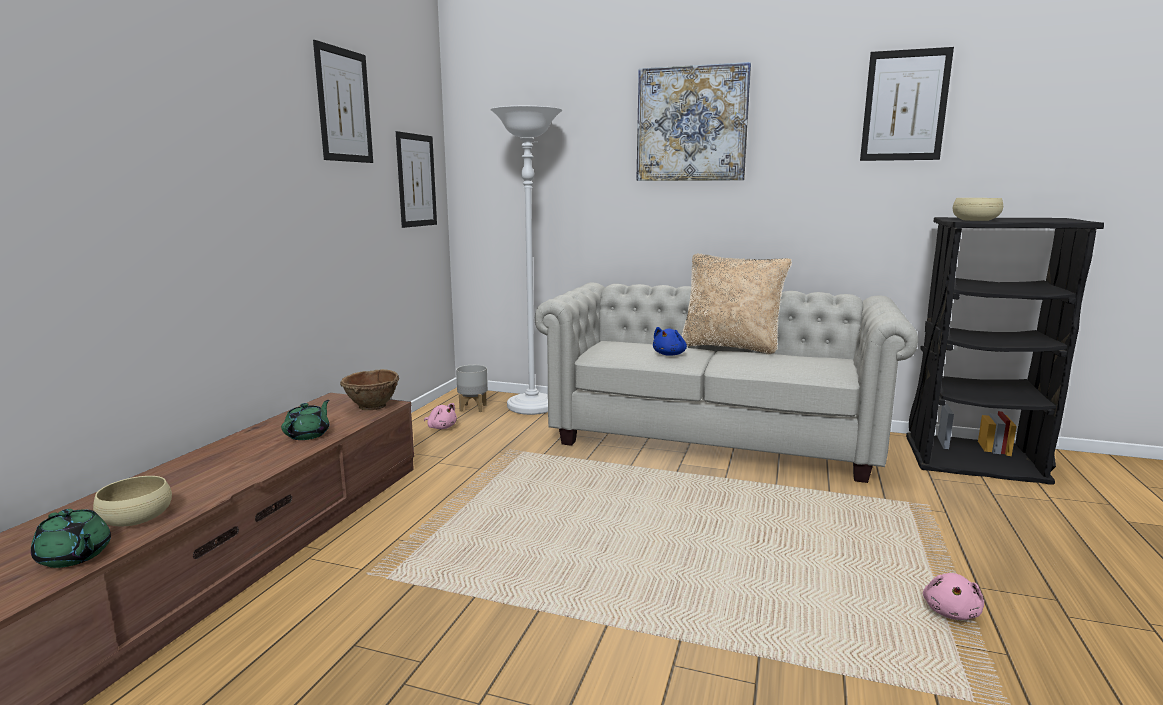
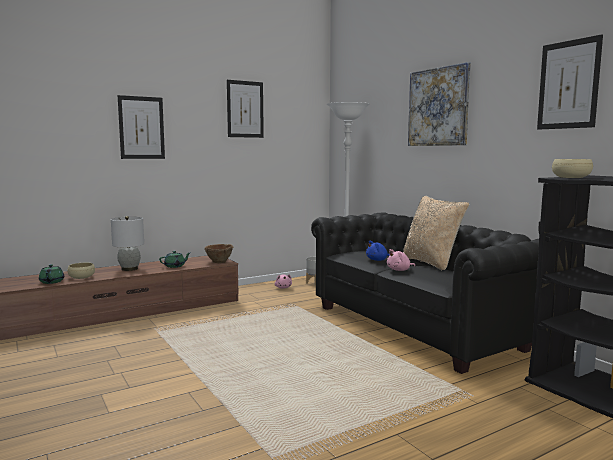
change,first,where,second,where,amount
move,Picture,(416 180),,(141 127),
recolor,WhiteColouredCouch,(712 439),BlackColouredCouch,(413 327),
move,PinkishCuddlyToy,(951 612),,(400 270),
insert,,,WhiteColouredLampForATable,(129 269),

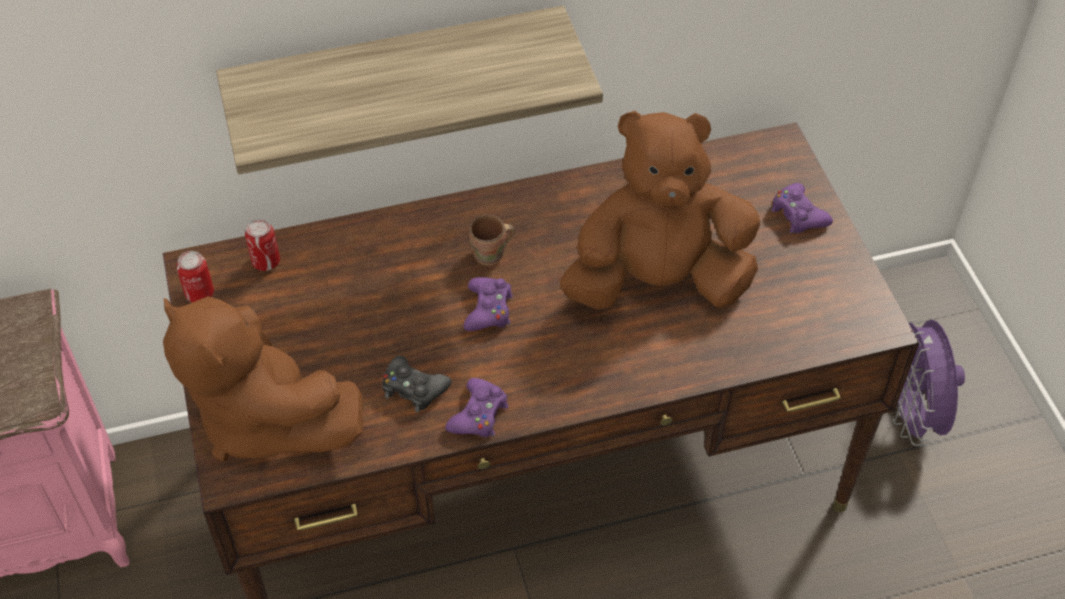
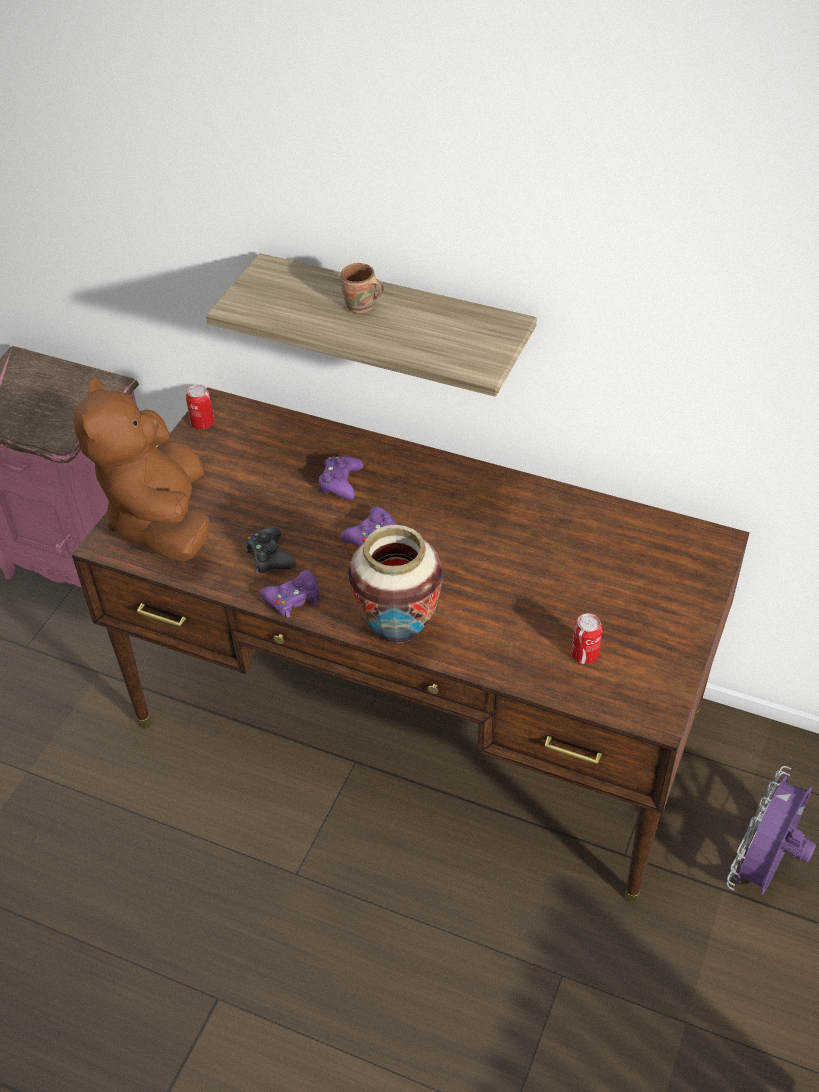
change,first,where,second,where,amount
move,MetalCan,(266 262),,(584 655),
move,BrownishCoffeeMug,(491 256),,(361 307),
delete,BrownishCuddlyToy,(658 281),,,
move,PurplishGameController,(798 215),,(340 482),
insert,,,Vase,(397 632),

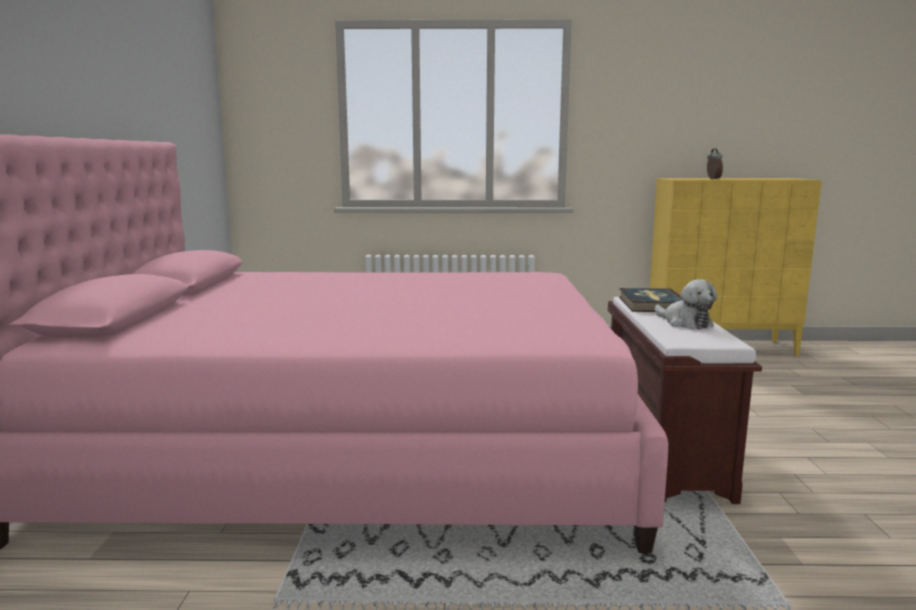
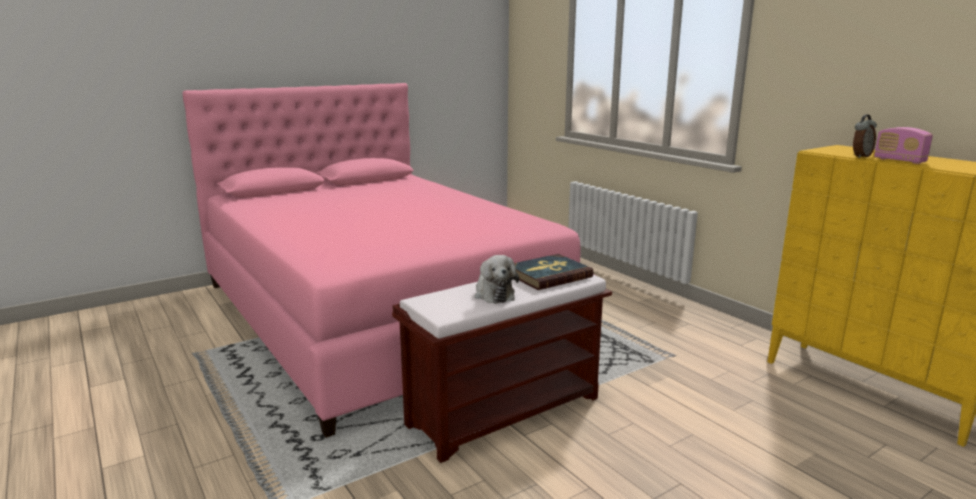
change,first,where,second,where,amount
rotate,CuddlyToy,(684 323),,(493 294),45 degrees counterclockwise
insert,,,RadioSet,(899 161),

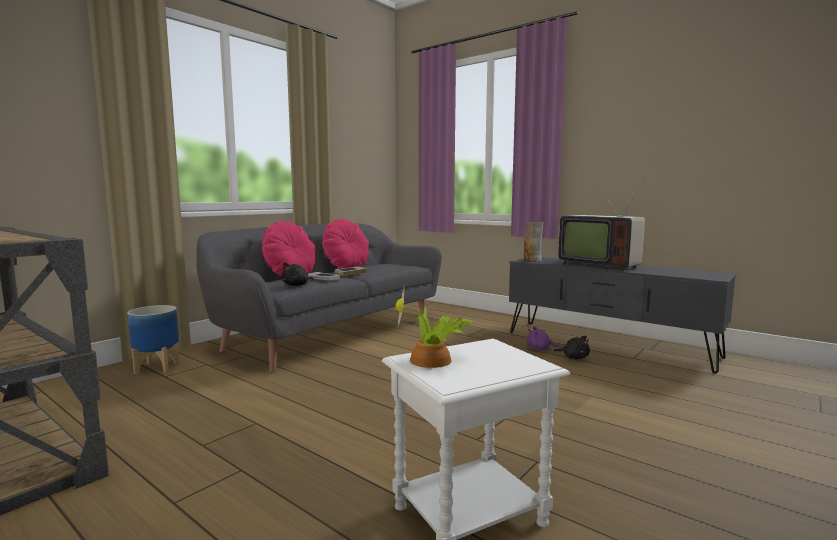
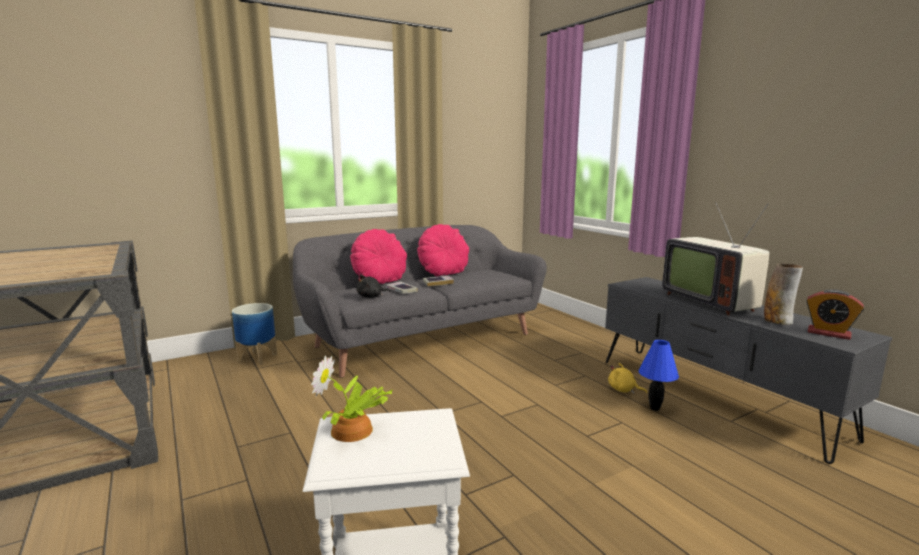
change,first,where,second,where,amount
move,Vase,(532 261),,(778 321),
recolor,PurplishCuddlyToy,(540 349),YellowColouredCuddlyToy,(623 390),
replace,BlackColouredCuddlyToy,(574 357),BlueLampForATable,(654 408),
insert,,,TableClock,(828 333),

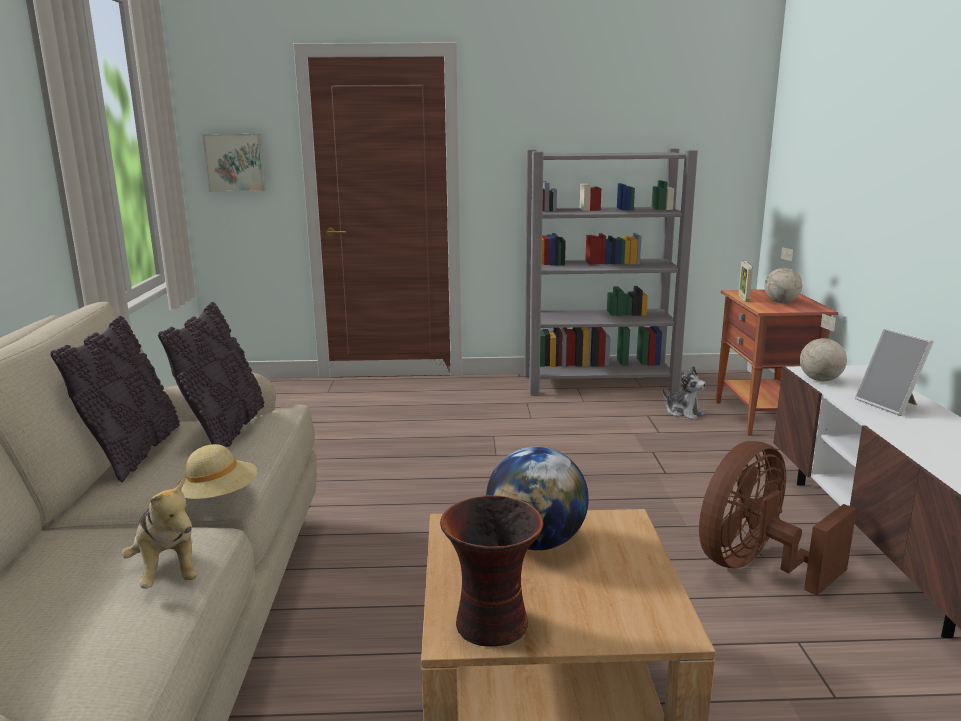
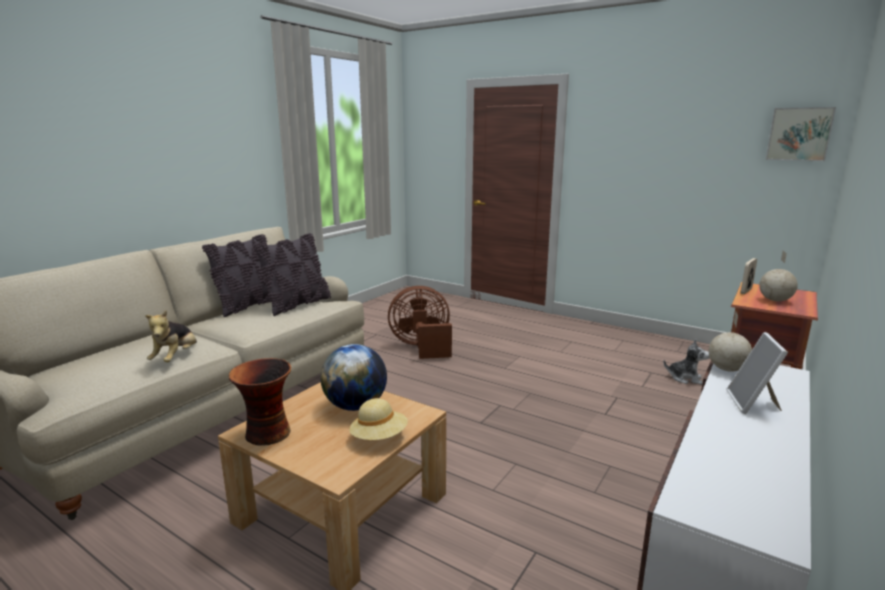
change,first,where,second,where,amount
move,BeigeColouredHat,(219 497),,(379 437),
move,Picture,(235 162),,(799 134),
delete,GreyishBookshelf,(599 383),,,
rotate,CuddlyToy,(683 412),,(685 378),60 degrees counterclockwise
move,BrownishElectricFan,(756 566),,(422 347),

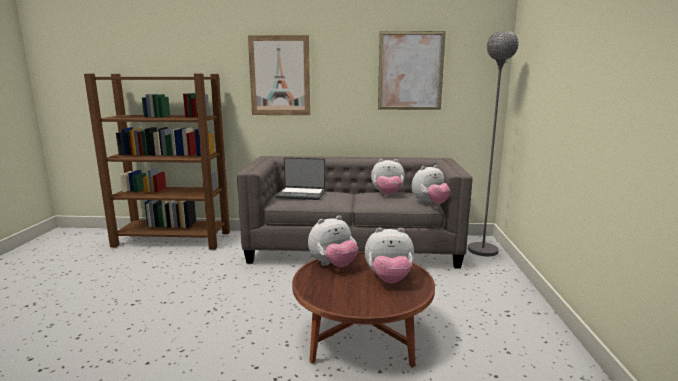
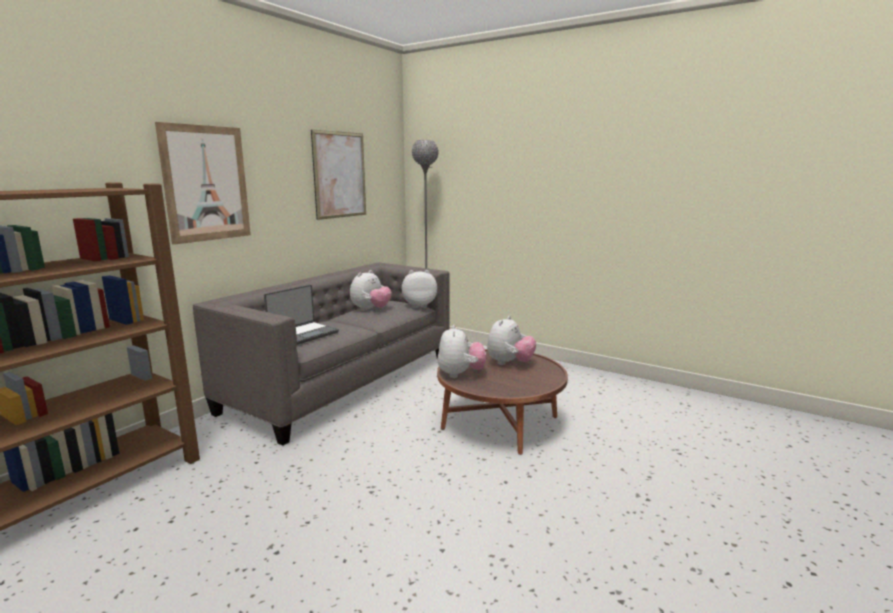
change,first,where,second,where,amount
rotate,CuddlyToy,(430 204),,(419 305),105 degrees counterclockwise

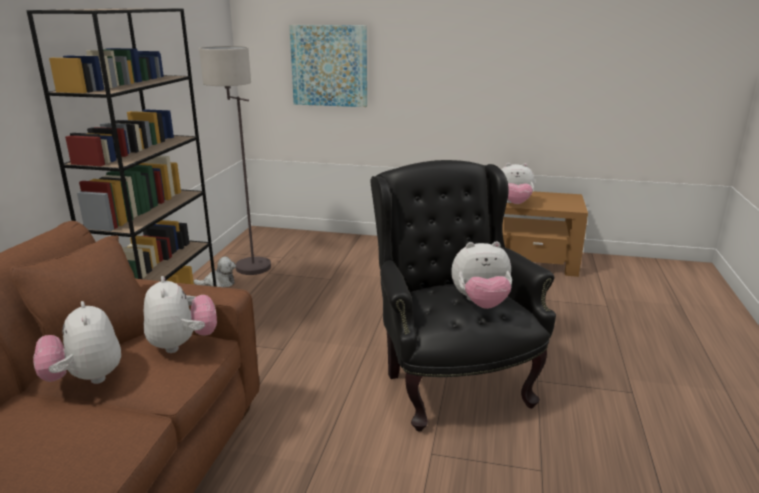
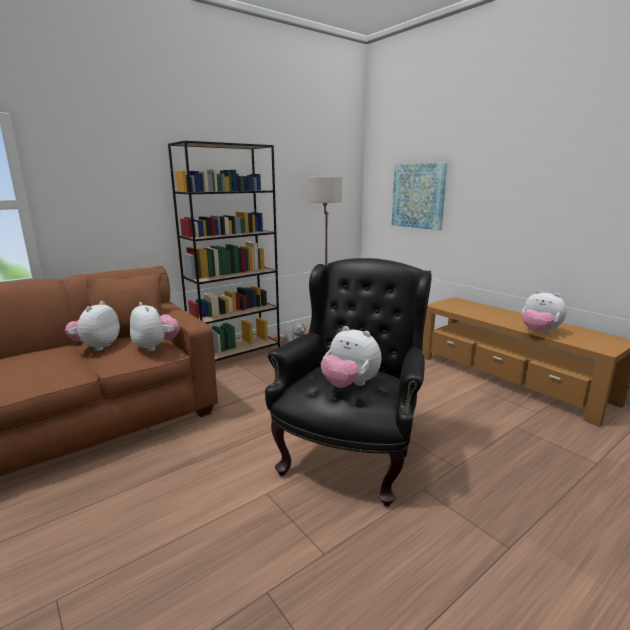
change,first,where,second,where,amount
rotate,CuddlyToy,(182 344),,(155 347),60 degrees counterclockwise

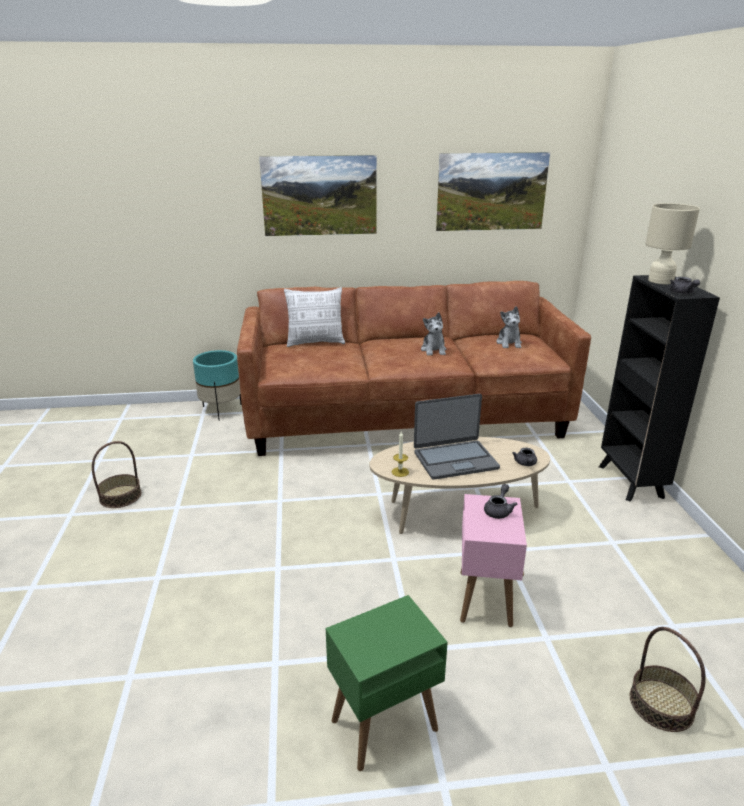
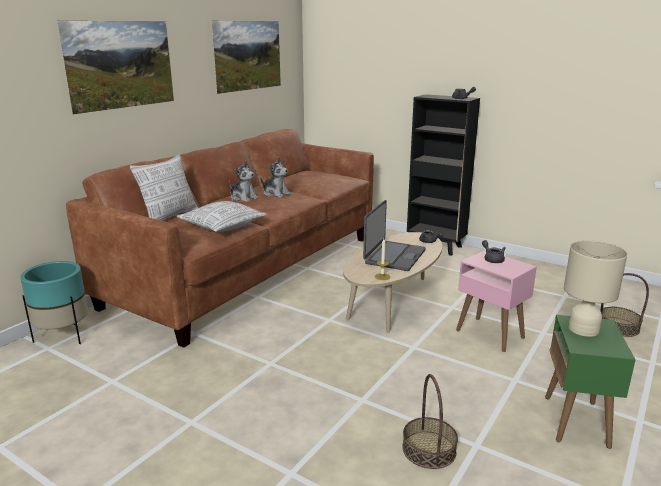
change,first,where,second,where,amount
move,Basket,(120 496),,(428 449),
move,CuddlyToy,(509 343),,(243 198),
move,BeigeColouredLampForATable,(660 281),,(584 330),
insert,,,Pillow,(223 226),

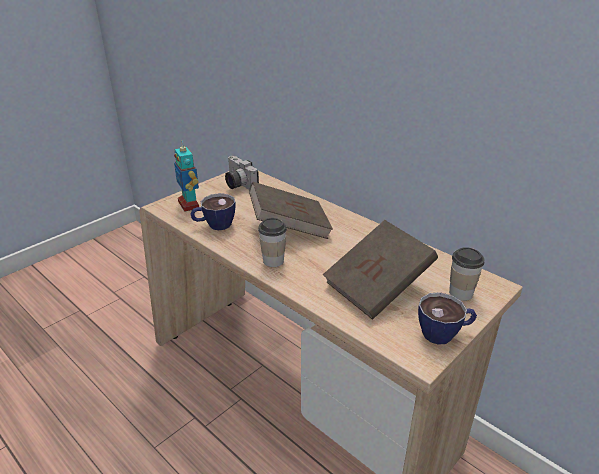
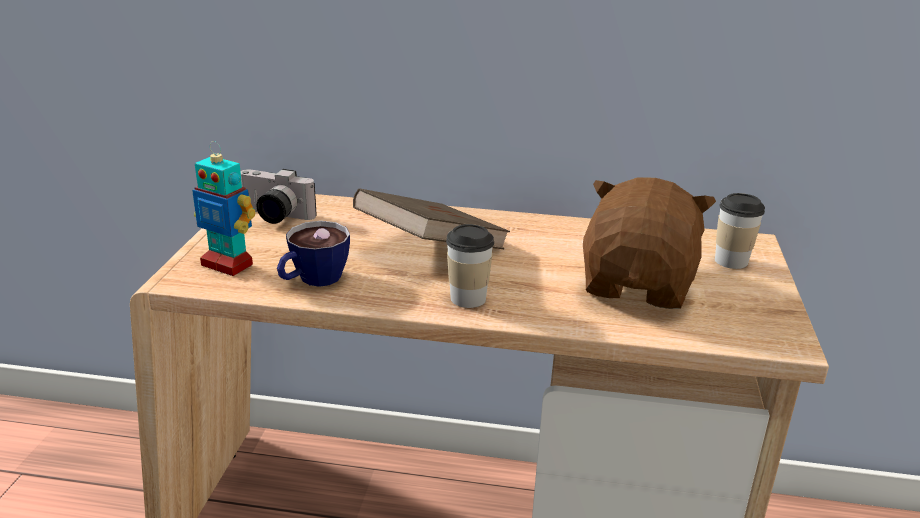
change,first,where,second,where,amount
replace,BrownishBook,(377 287),BrownishCuddlyToy,(639 285),
delete,DrinkingCup,(444 333),,,

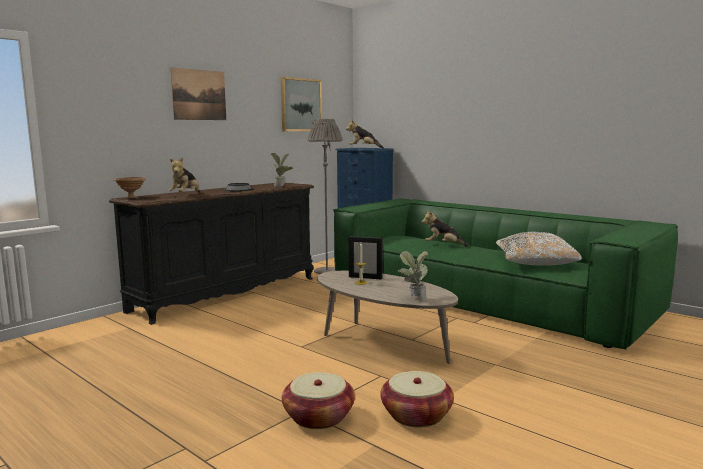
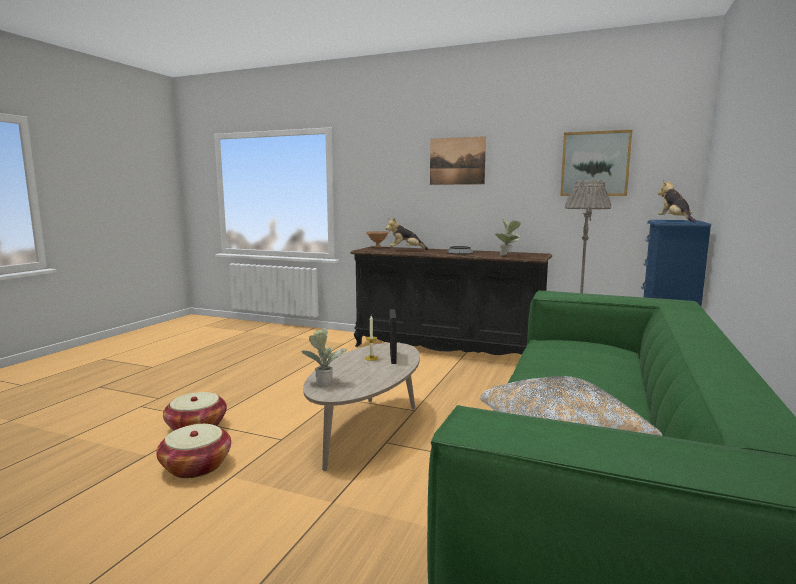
change,first,where,second,where,amount
delete,CuddlyToy,(443 245),,,

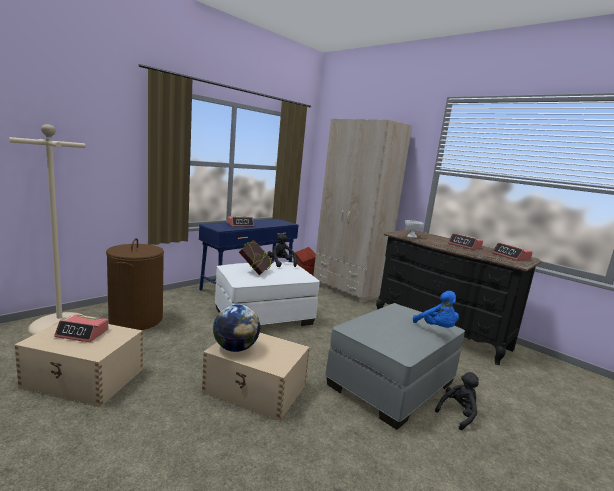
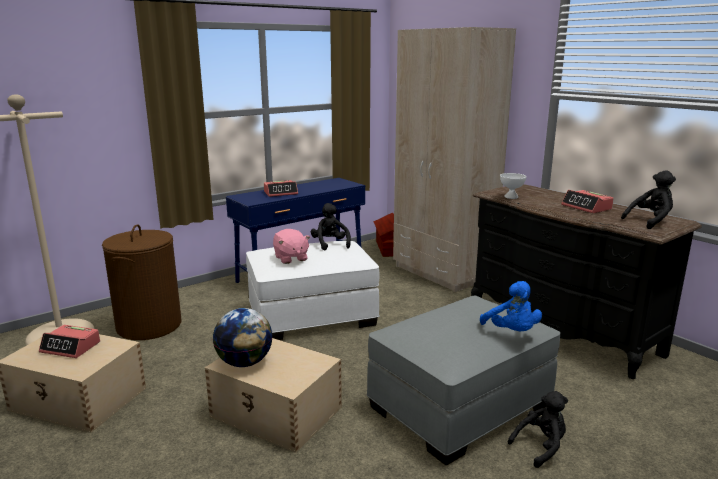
change,first,where,second,where,amount
replace,Book,(255 271),PinkishCuddlyToy,(291 258),
replace,TableClock,(511 256),BlackColouredCuddlyToy,(650 221),

